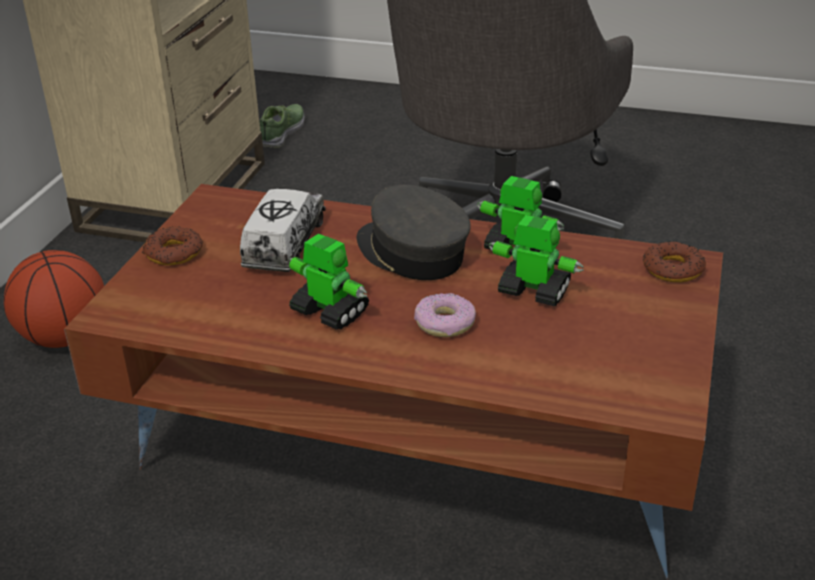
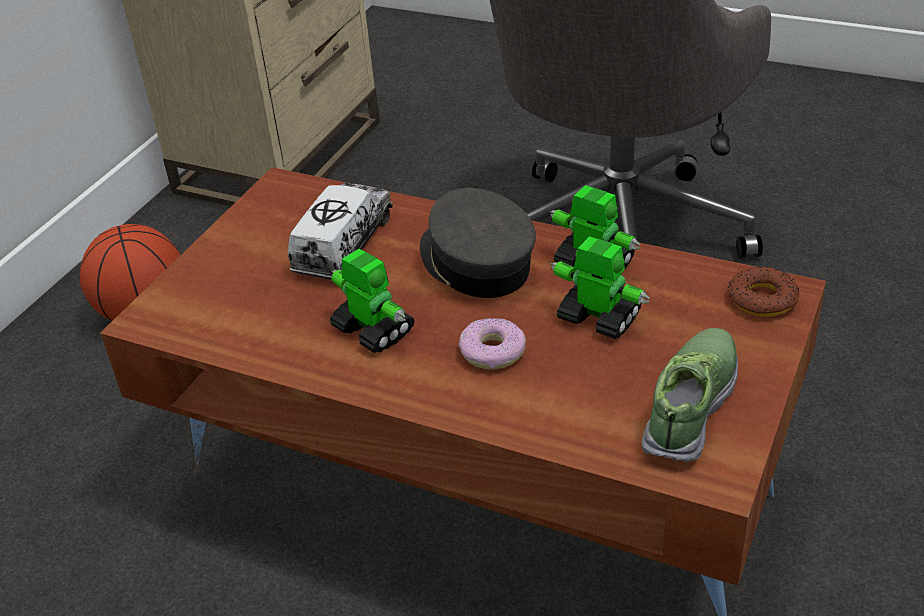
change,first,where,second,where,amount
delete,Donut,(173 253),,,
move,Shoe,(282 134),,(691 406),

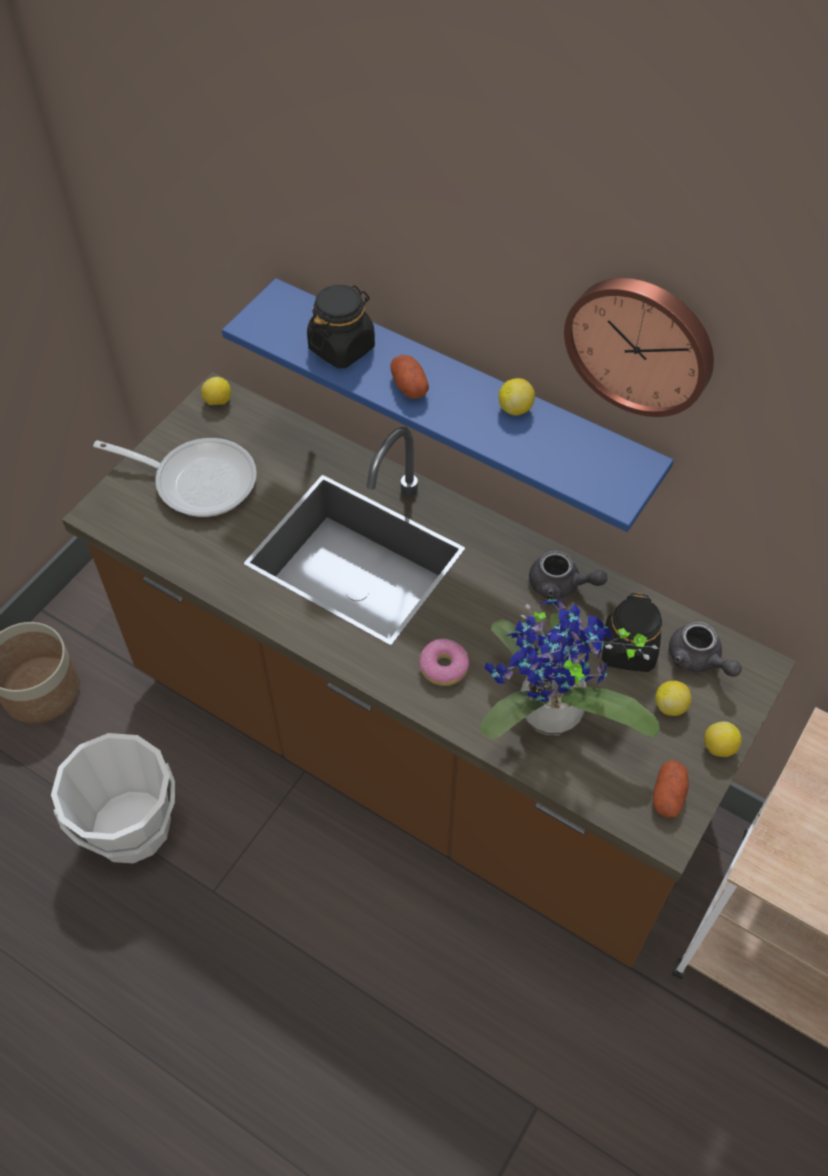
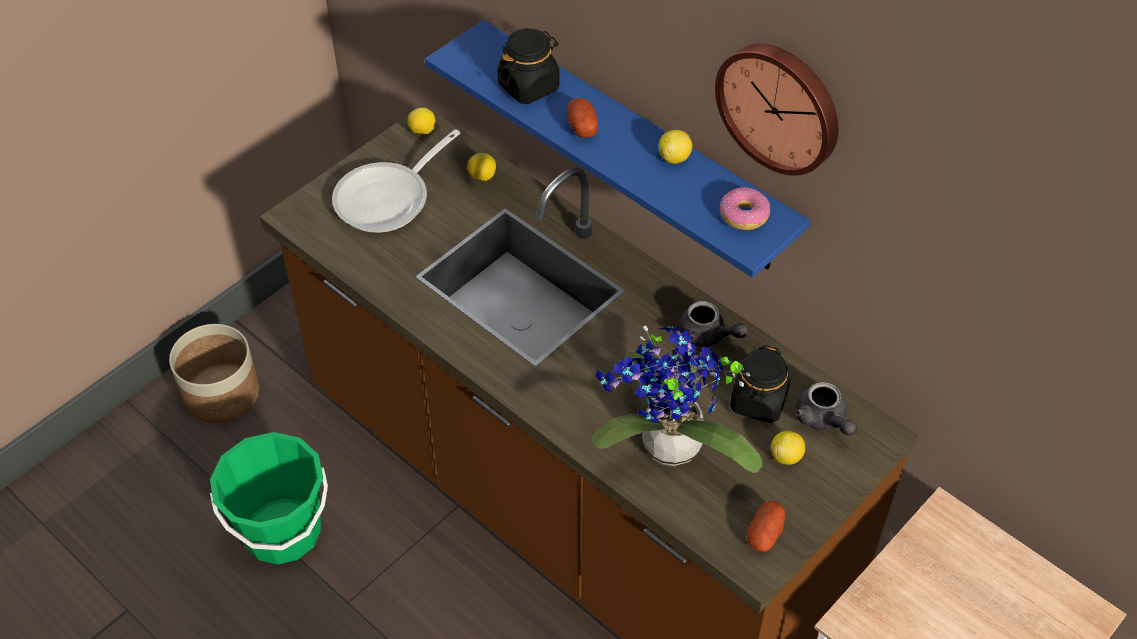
change,first,where,second,where,amount
recolor,WhiteColouredWaterBucket,(131 827),GreenWaterBucket,(282 532),
rotate,Pan,(197 480),,(389 198),105 degrees clockwise
move,Donut,(444 667),,(744 215),
move,CitrusFruit,(718 747),,(482 177),

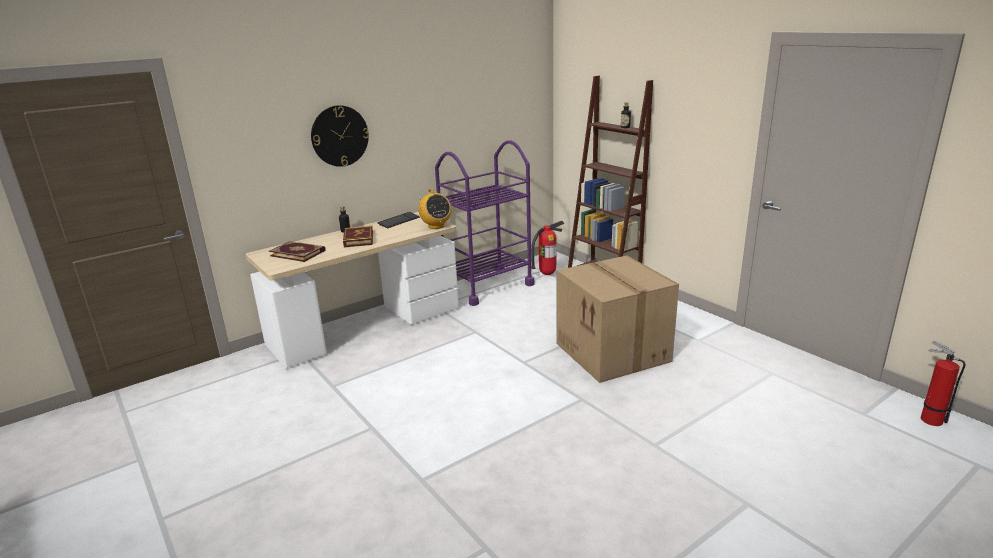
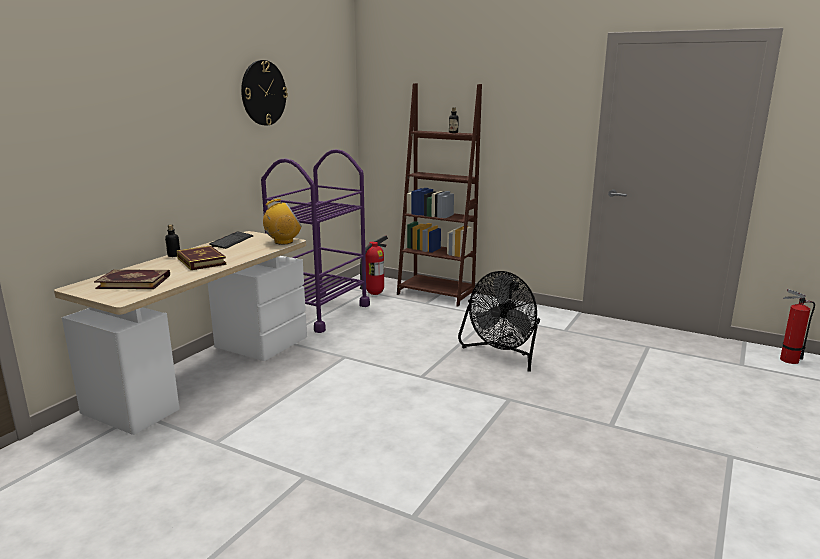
change,first,where,second,where,amount
move,HangingClock,(339 136),,(263 93),
rotate,RadioSet,(436 226),,(283 242),60 degrees counterclockwise
replace,PackingBox,(614 352),BlackColouredElectricFan,(502 352),

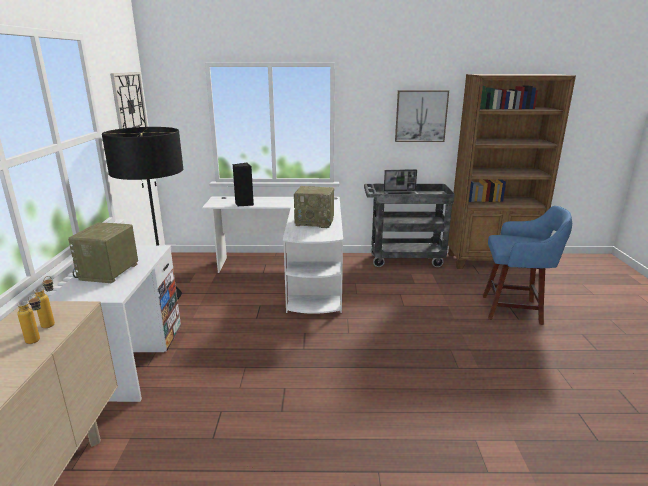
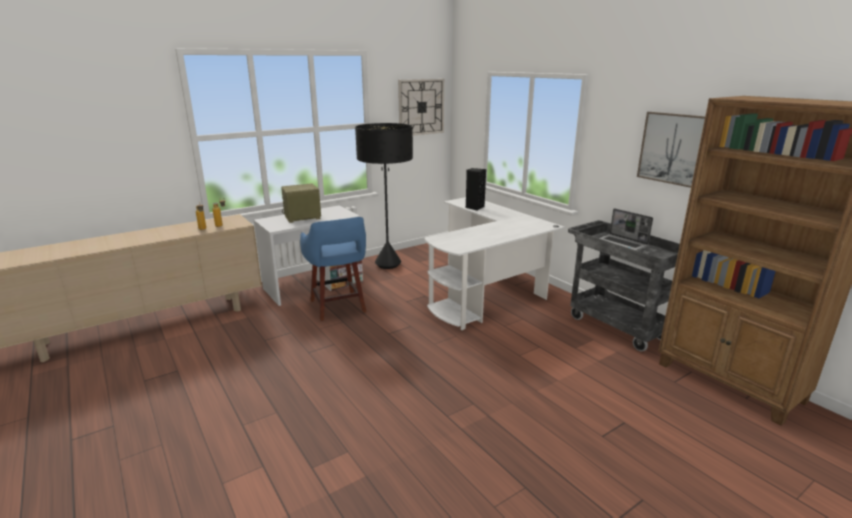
change,first,where,second,where,amount
delete,RadioSet,(315 222),,,
move,BlueStoolSeat,(514 310),,(338 307),

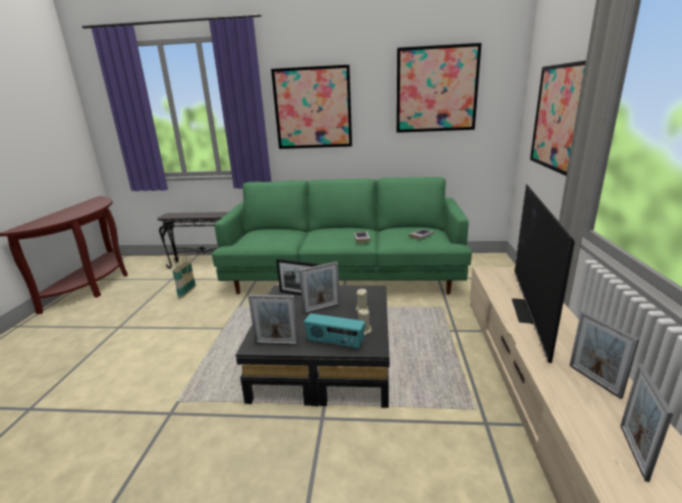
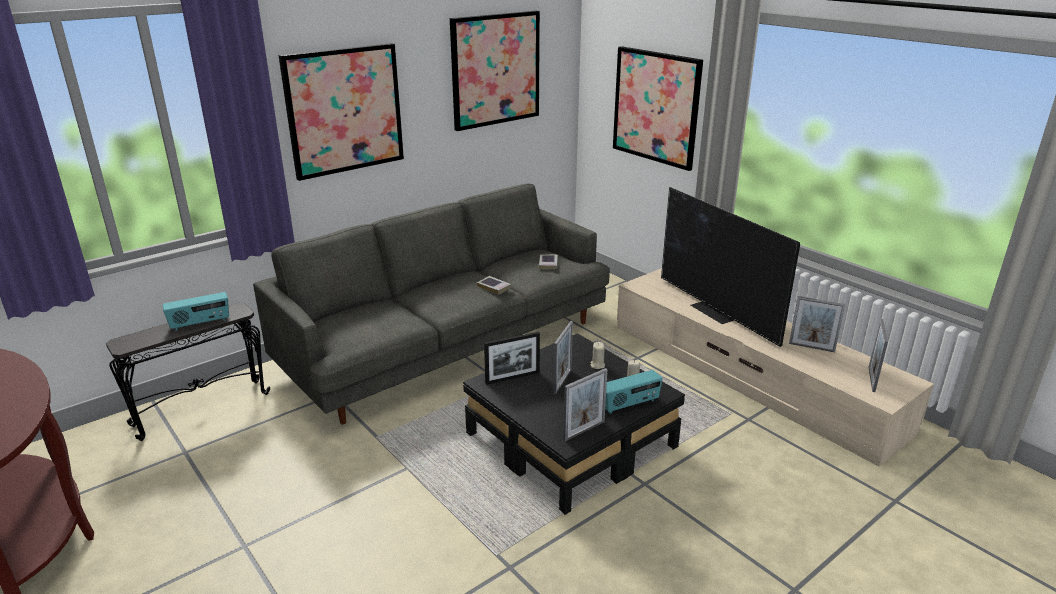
change,first,where,second,where,amount
delete,Basket,(187 292),,,
recolor,GreenCouch,(343 277),GreyishCouch,(448 347),
rotate,PhotoFrame,(633 451),,(871 379),45 degrees clockwise
insert,,,RadioSet,(200 323),

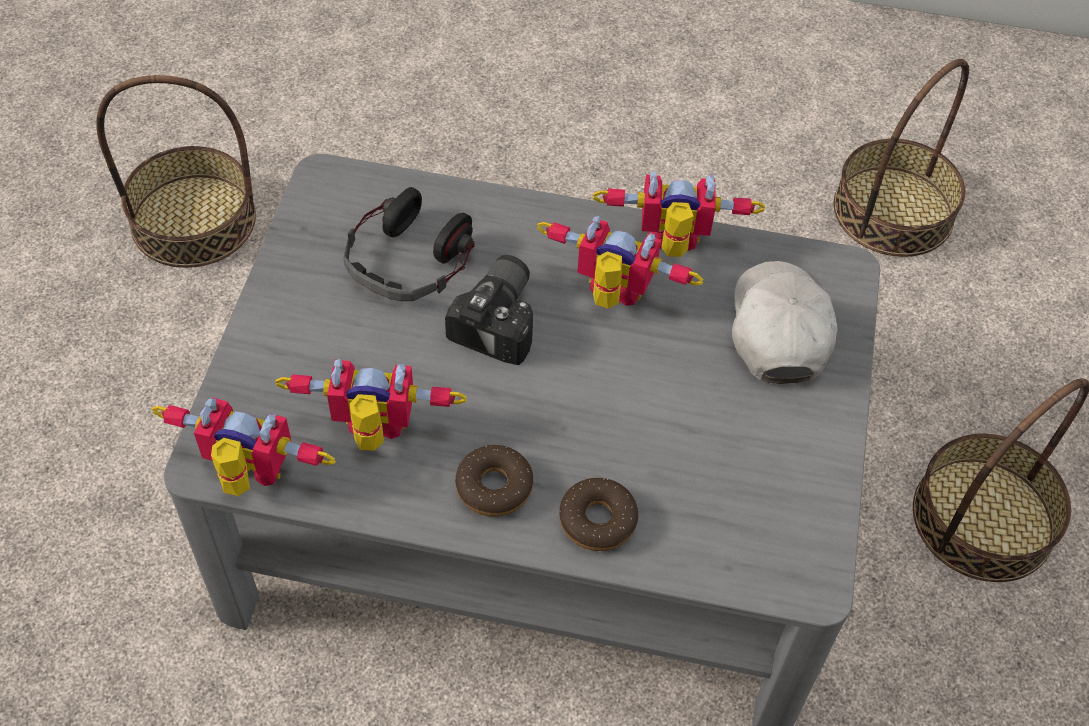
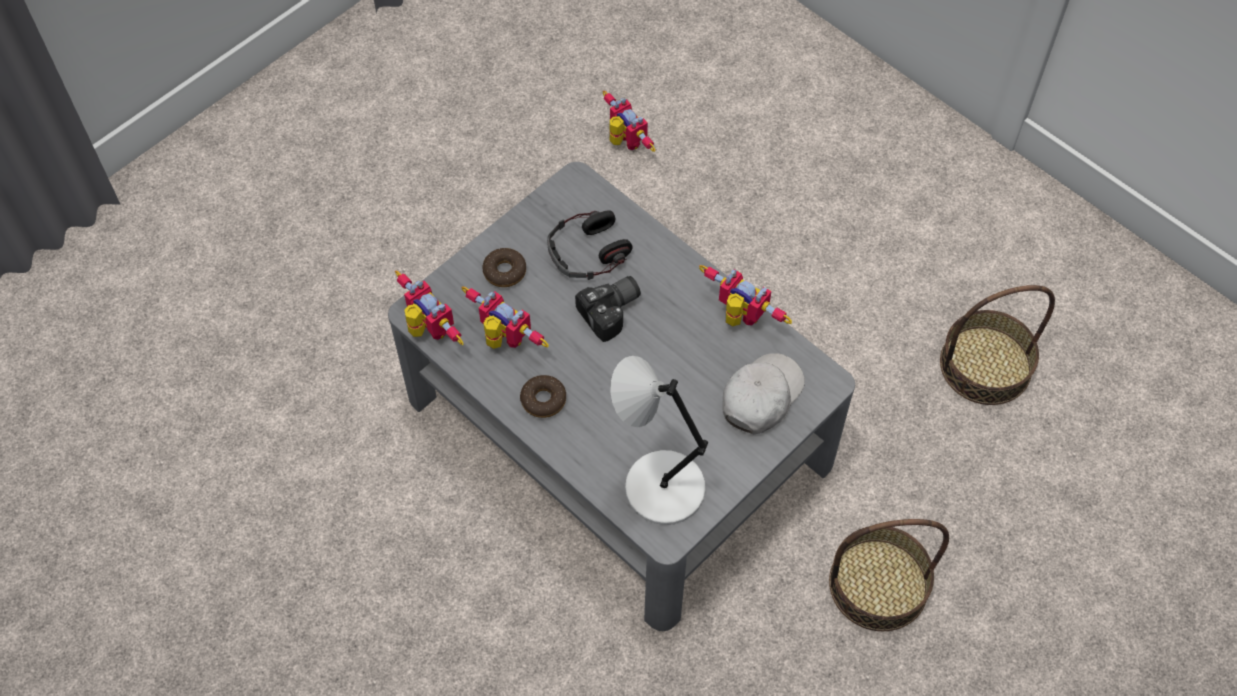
change,first,where,second,where,amount
delete,Basket,(193 221),,,
move,ModelRobot,(611 298),,(624 142),
move,Donut,(597 520),,(504 271),
insert,,,GreyishLampForATable,(659 487),

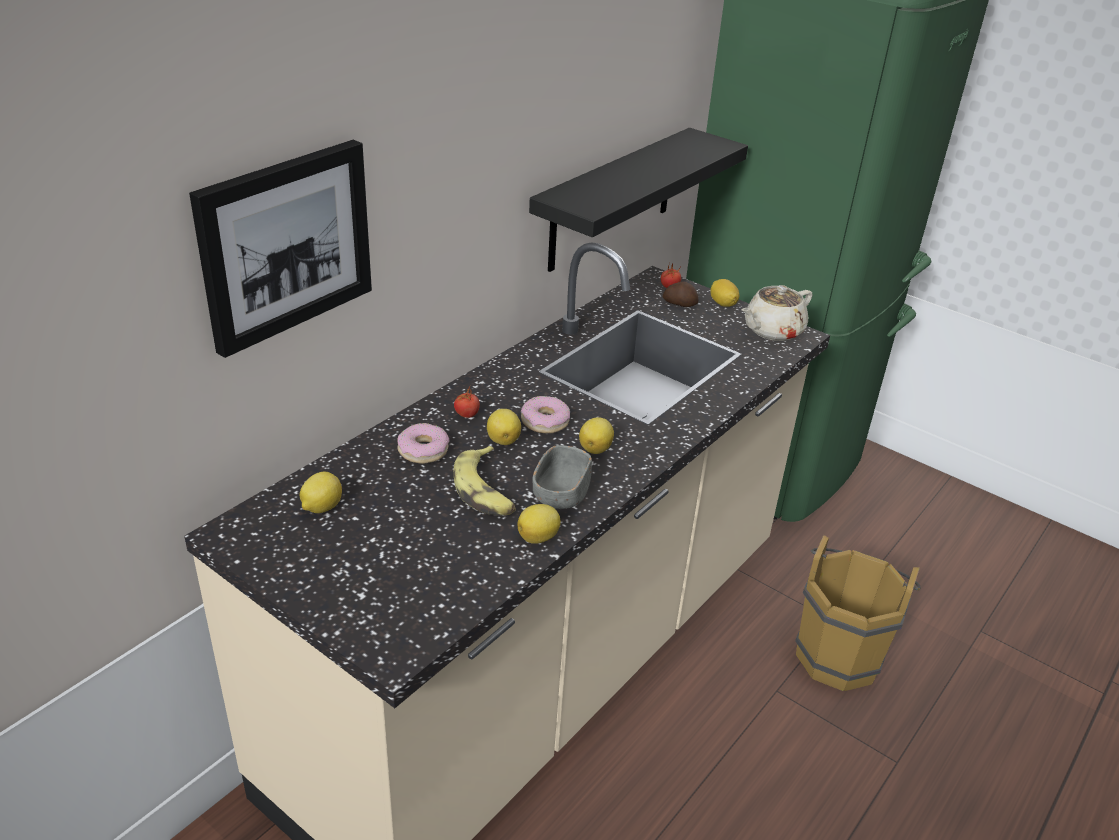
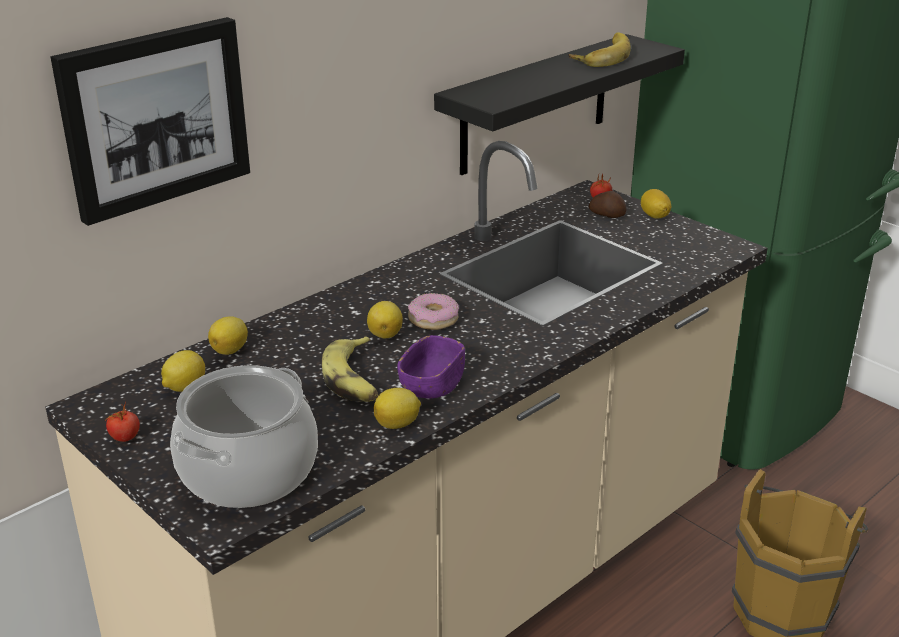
change,first,where,second,where,amount
delete,Donut,(423 450),,,
move,Tomato,(466 414),,(125 437),
recolor,GreyishServingBowl,(561 494),PurplishServingBowl,(432 385),
move,CitrusFruit,(596 448),,(231 350),
delete,BeigeColouredTeapot,(772 330),,,
insert,,,CookingPot,(249 471),
insert,,,WholeBanana,(600 55),

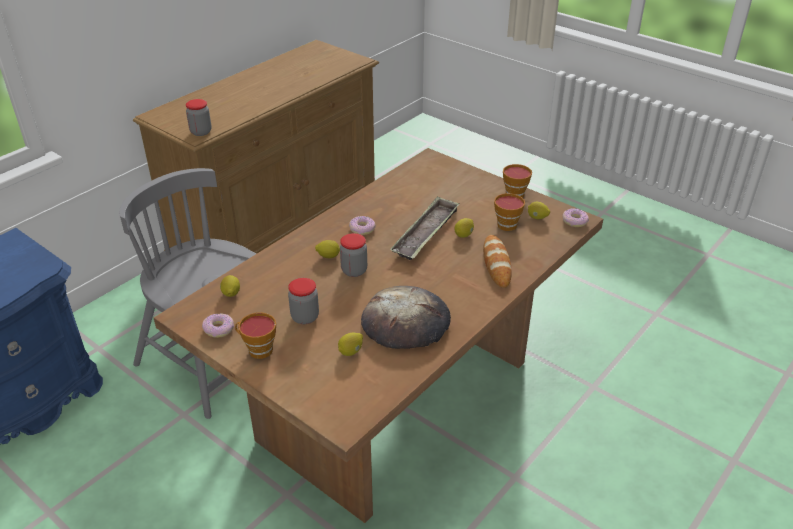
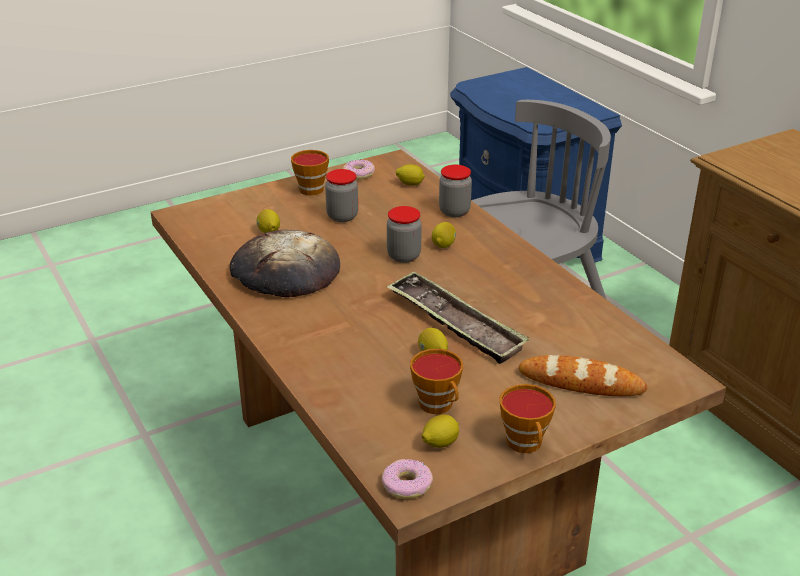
change,first,where,second,where,amount
move,StorageJar,(201 132),,(454 211),
delete,Donut,(362 229),,,
move,Bread,(496 263),,(581 382),

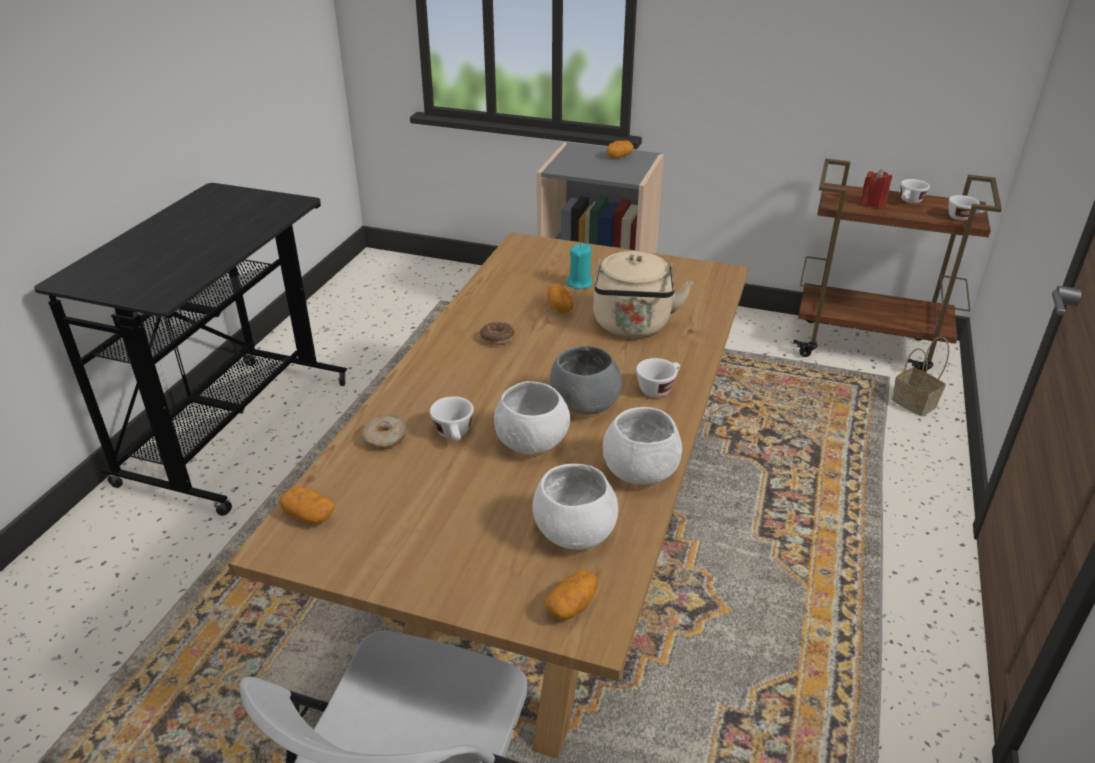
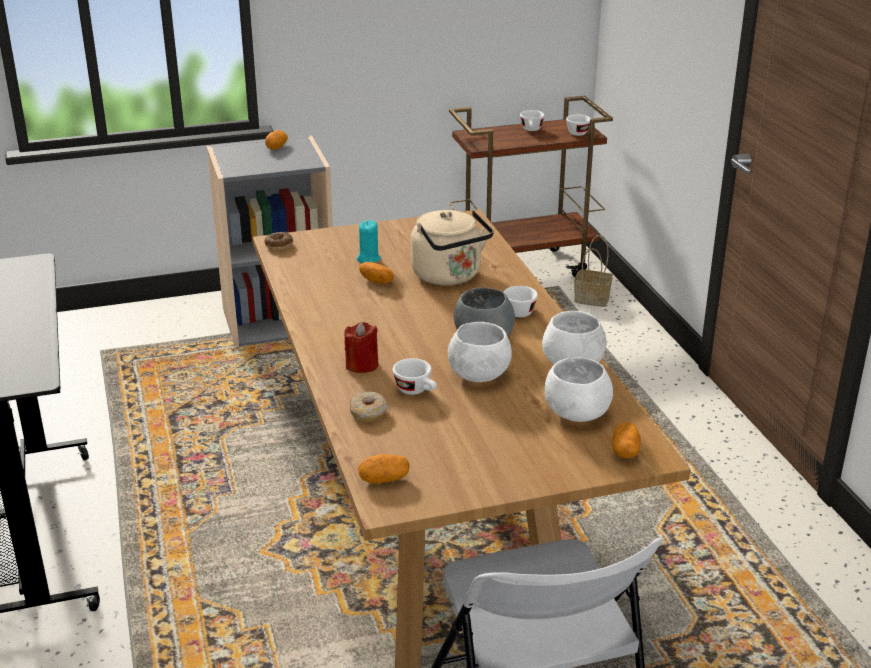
change,first,where,second,where,amount
move,Donut,(497 338),,(279 245),
move,RedWaxLight,(873 203),,(362 365),

